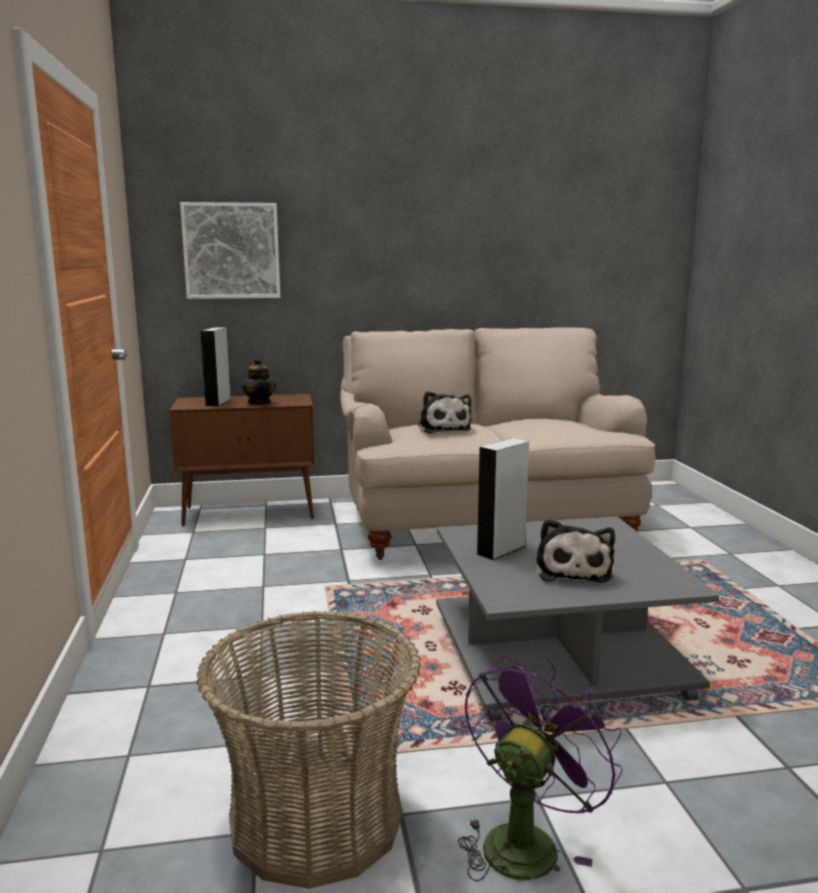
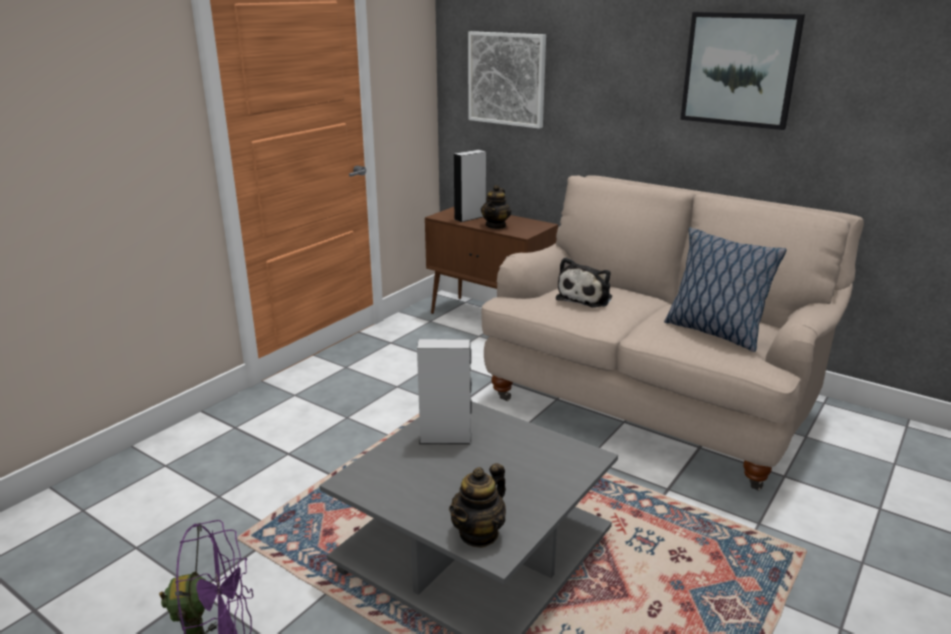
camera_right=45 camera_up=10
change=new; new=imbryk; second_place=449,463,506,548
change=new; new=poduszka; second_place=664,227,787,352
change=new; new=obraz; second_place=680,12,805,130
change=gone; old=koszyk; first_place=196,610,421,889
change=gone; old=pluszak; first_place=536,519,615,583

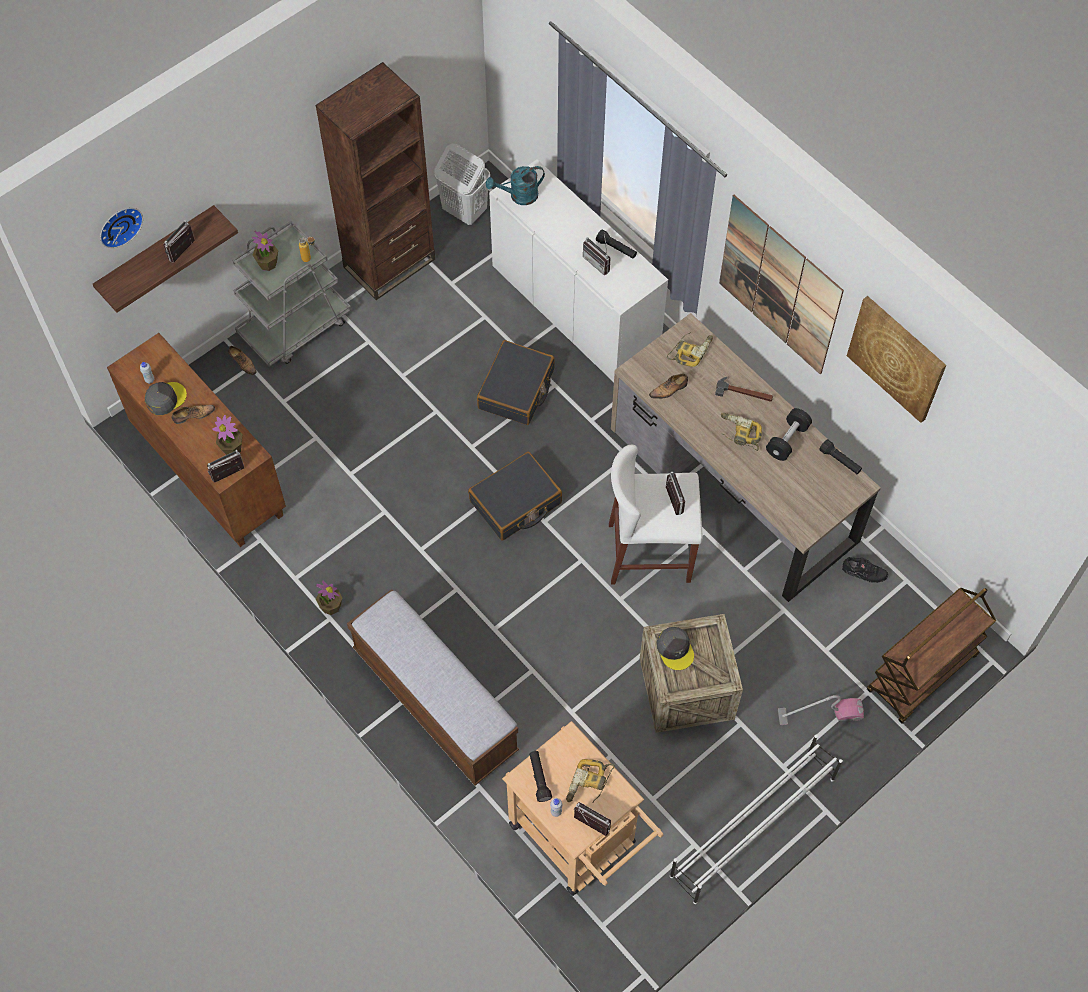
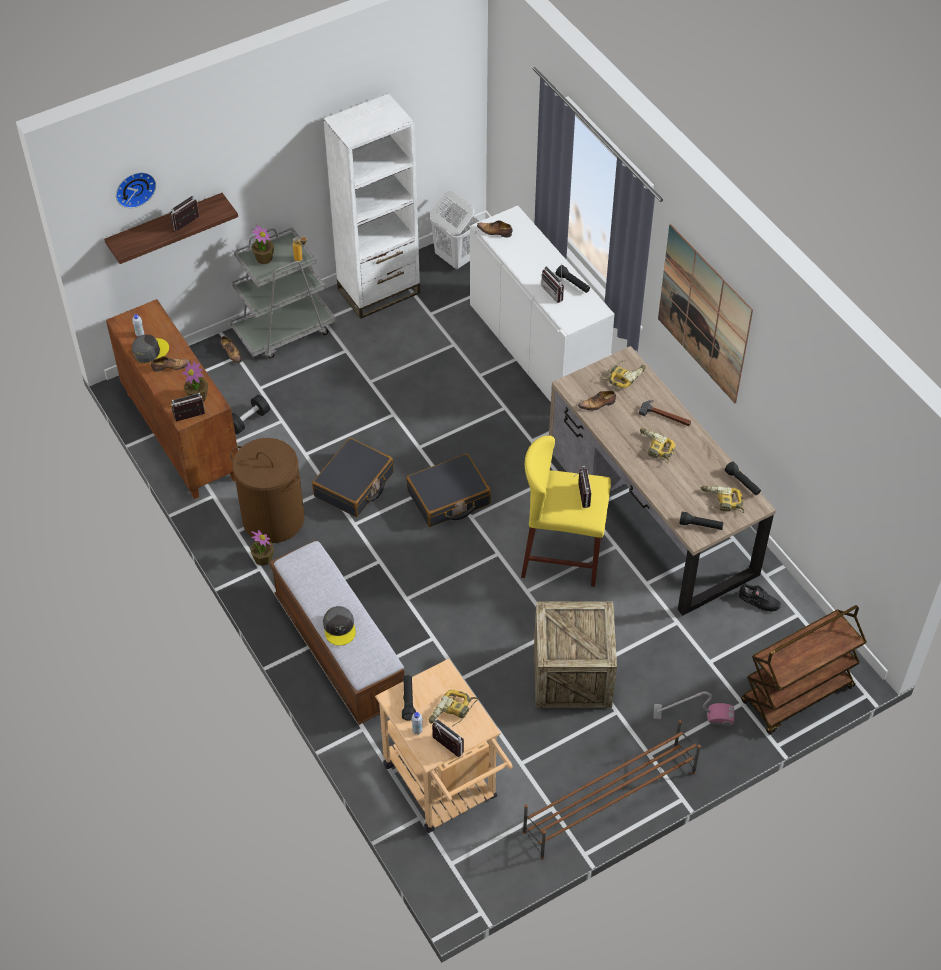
camera_right=10 camera_up=-10
change=new; new=kosz na pranie/brązowy; second_place=230,438,304,543
change=shifted; old=hantel/czarny; first_place=766,408,812,461; second_place=232,395,270,434
change=shifted; old=walizka/czarny; first_place=477,340,555,425; second_place=312,438,394,517
change=repainted; old=regał/brązowy; new=regał/biały; first_place=315,62,435,300; second_place=323,93,420,319
change=shifted; old=czapka z daszkiem/szary; first_place=656,627,694,670; second_place=323,606,356,646
change=swapped; old=konewka/turkusowy; new=but; first_place=486,166,545,205; second_place=477,220,513,237
change=repainted; old=stołek/biały; new=stołek/żółty; first_place=609,445,703,585; second_place=521,435,611,587
change=repainted; old=regał na buty/biały; new=regał na buty/brązowy; first_place=670,734,843,904; second_place=523,720,701,860
change=new; new=latarka/czarny; second_place=679,512,724,530
change=new; new=wiertarka; second_place=701,486,745,513
change=gone; old=obraz; first_place=847,296,946,423

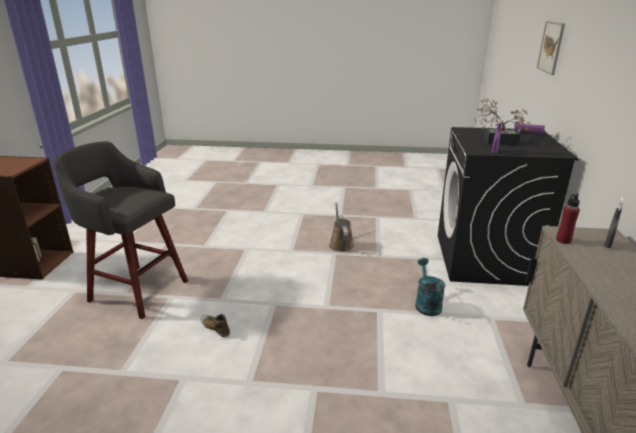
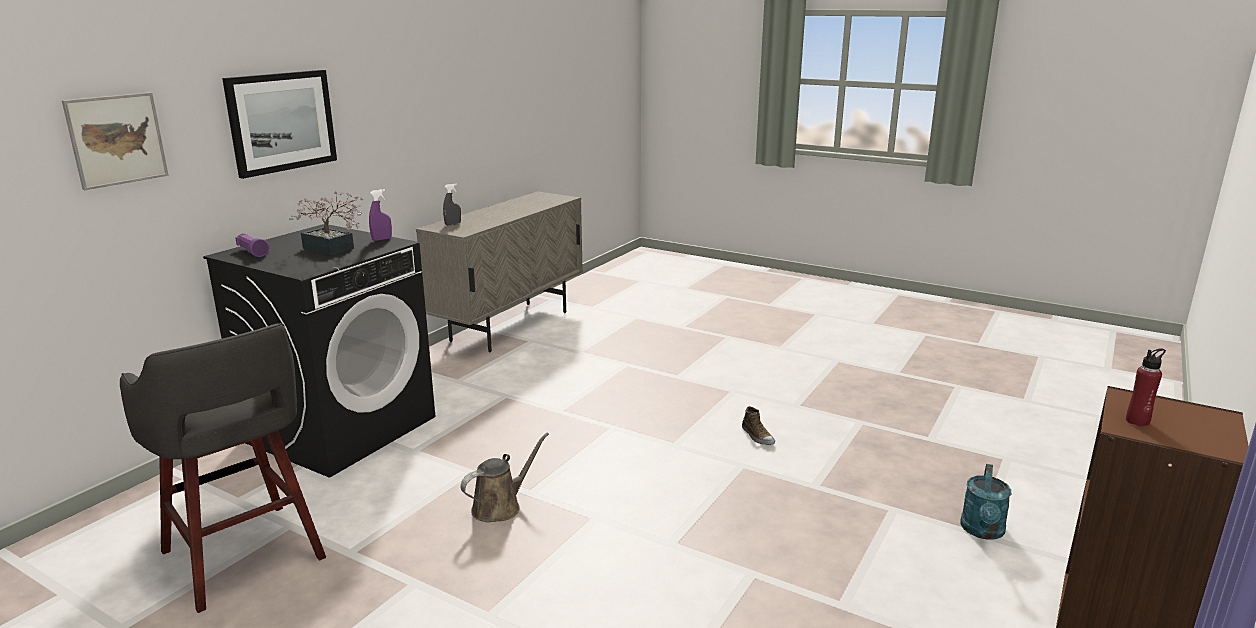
camera_right=-155 camera_up=-5
change=shifted; old=stołek/szary; first_place=54,141,188,319; second_place=120,323,326,613
change=new; new=obraz; second_place=222,70,337,179
change=rotated; old=konewka/brązowy; first_place=329,202,354,252; second_place=460,433,549,522; degrees=-150
change=shifted; old=konewka/turkusowy; first_place=415,258,445,316; second_place=960,464,1011,539
change=shifted; old=butelka/czerwony; first_place=556,193,580,244; second_place=1126,348,1166,427

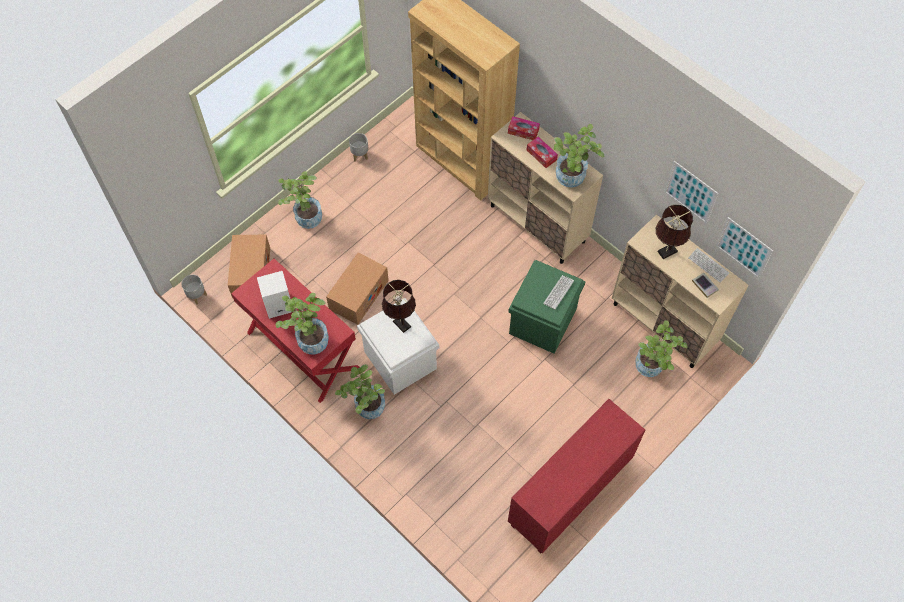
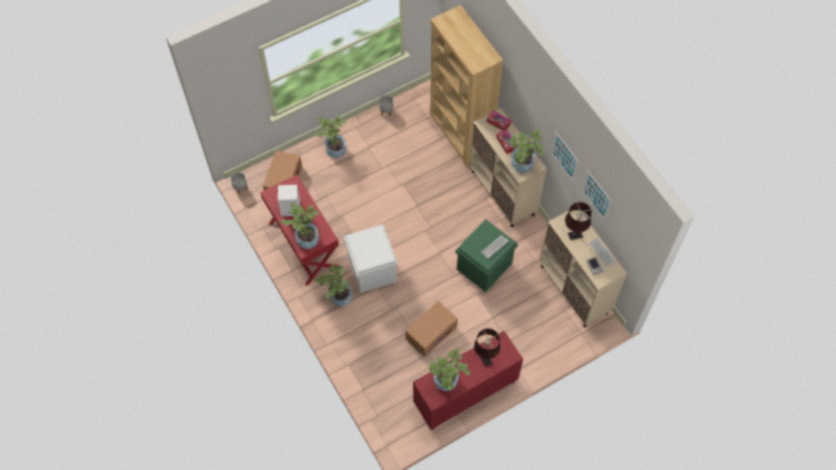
camera_right=15 camera_up=0
change=shifted; old=karton; first_place=326,253,389,325; second_place=405,301,458,357
change=shifted; old=roślina doniczkowa; first_place=636,320,688,377; second_place=429,348,470,391
change=shifted; old=lampa stołowa/brązowy; first_place=382,280,416,333; second_place=474,328,501,367
change=shifted; old=obraz; first_place=716,217,773,279; second_place=551,132,579,182

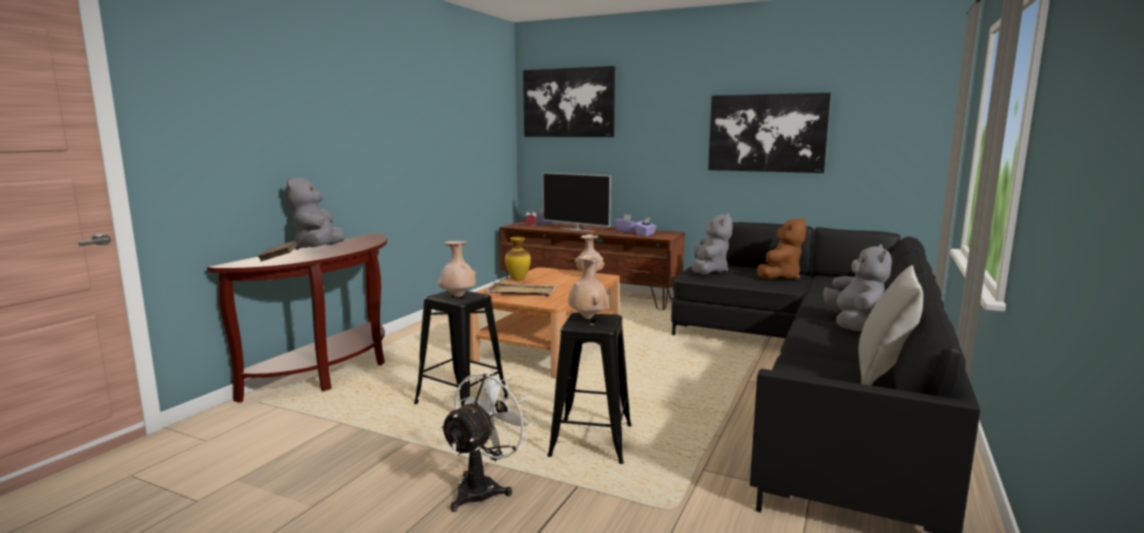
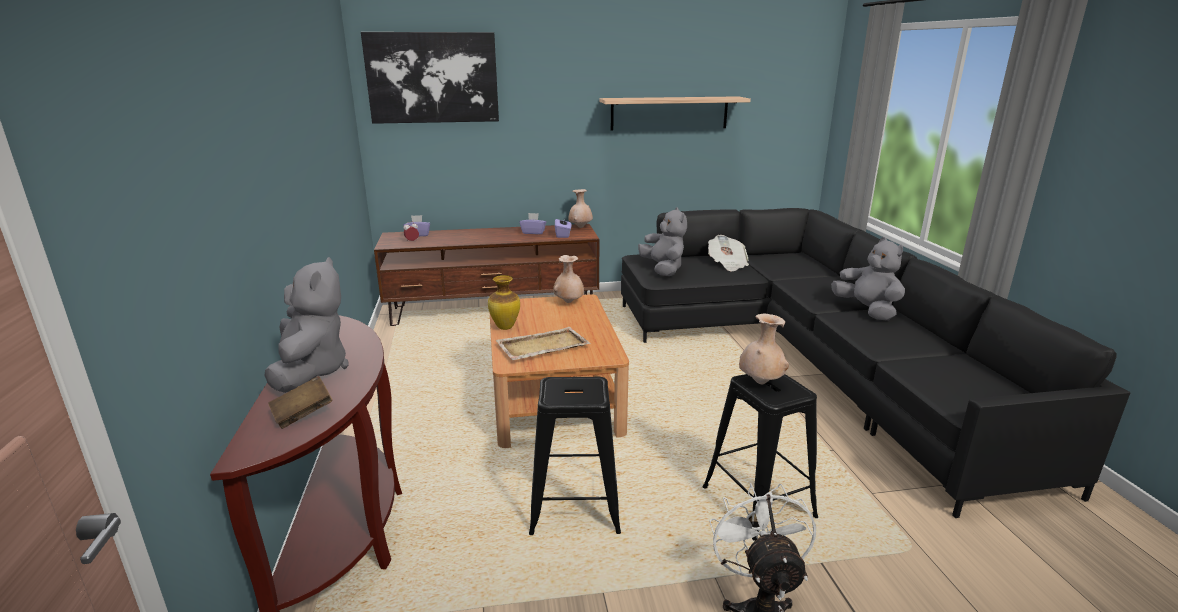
camera_right=-35 camera_up=10
change=rotated; old=pluszak/szary; first_place=286,178,345,250; second_place=265,257,349,393; degrees=-150
change=shifted; old=wazon/beżowy; first_place=438,241,476,297; second_place=568,189,593,228
change=swapped; old=obraz; new=półka; first_place=708,93,831,173; second_place=599,96,751,131
change=swapped; old=pluszak/brązowy; new=gazeta; first_place=757,218,806,280; second_place=708,235,749,271
change=gone; old=telewizor; first_place=543,172,611,232
change=gone; old=poduszka/szary; first_place=858,265,923,386

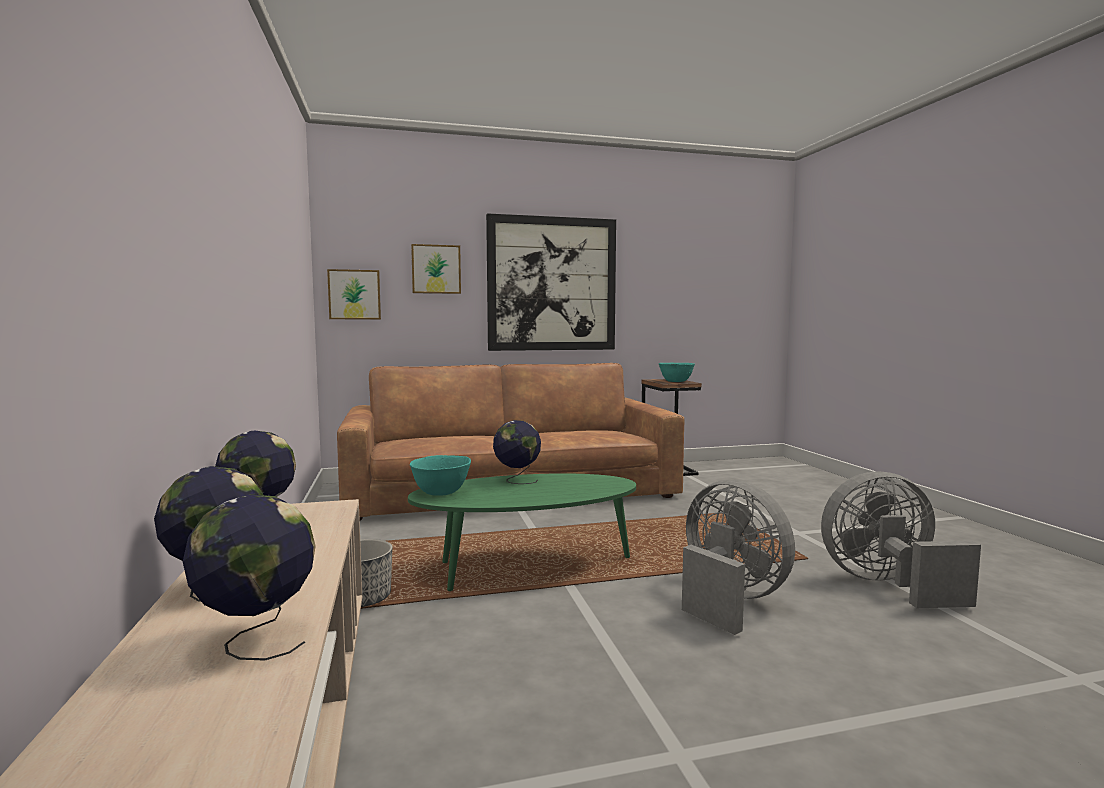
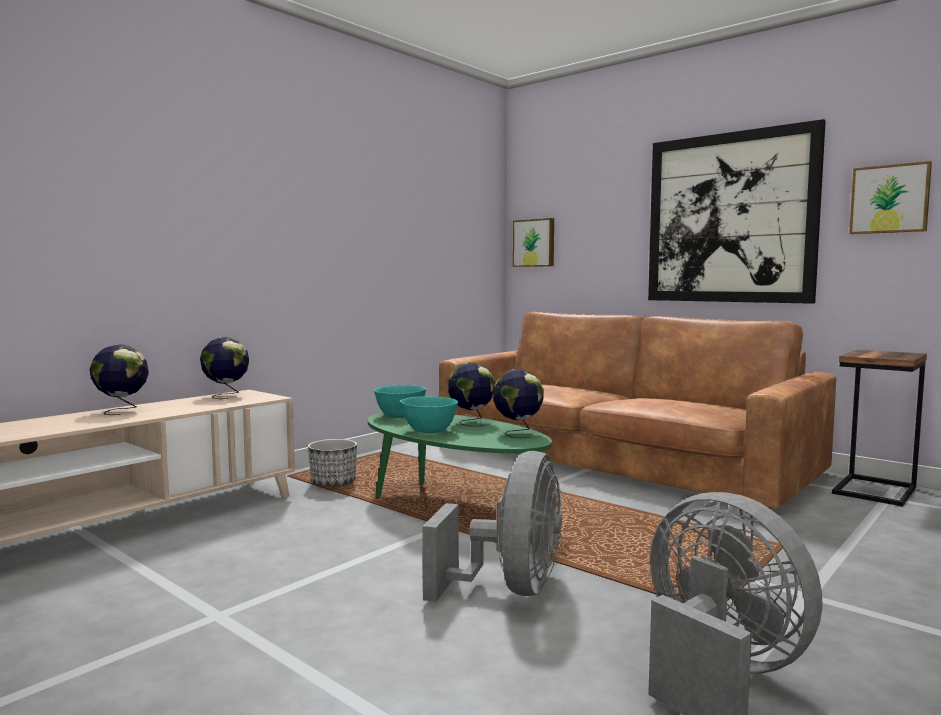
camera_right=55 camera_up=0
change=shifted; old=miska/turkusowy; first_place=659,363,695,382; second_place=399,396,458,433
change=shifted; old=globus; first_place=183,494,316,661; second_place=493,369,543,438
change=shifted; old=obraz; first_place=411,244,461,294; second_place=849,161,932,234

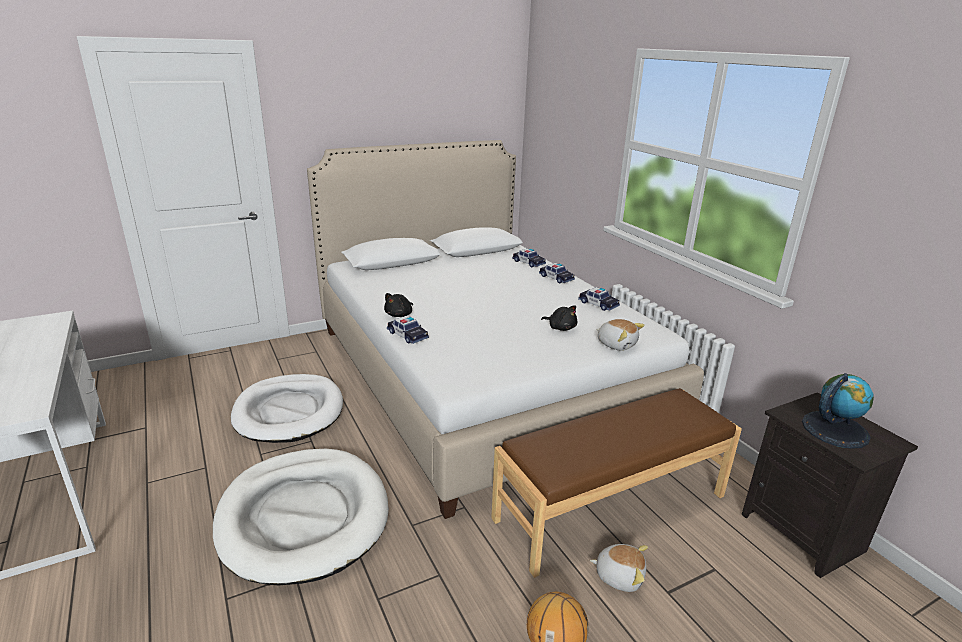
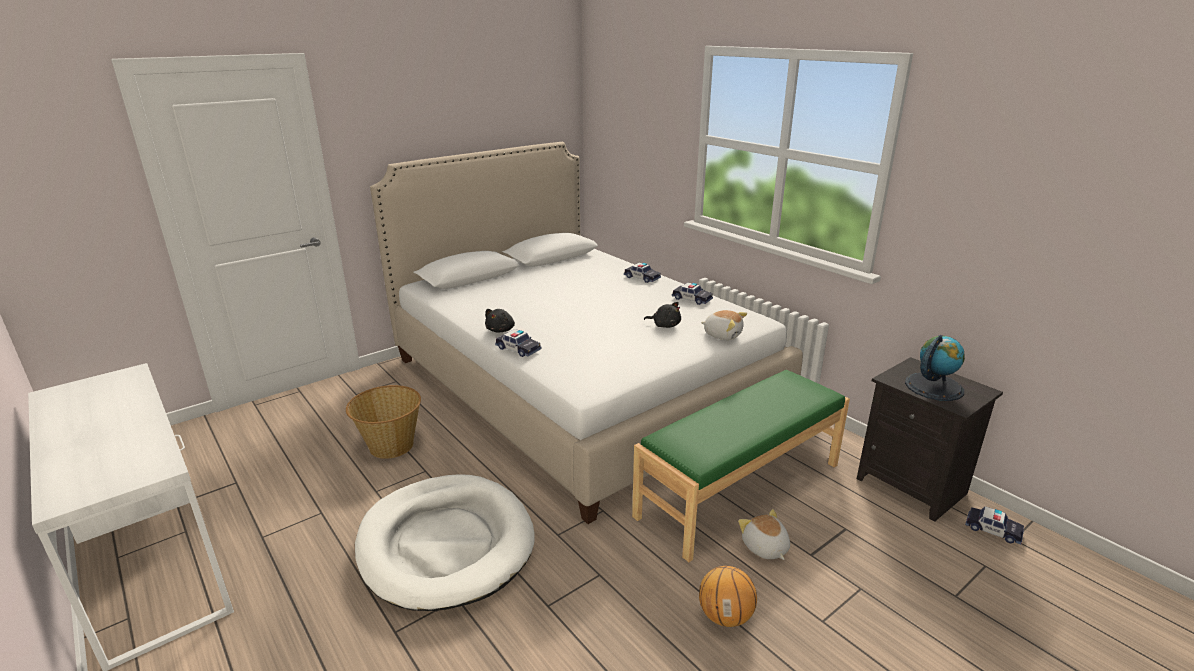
camera_right=-10 camera_up=0
change=swapped; old=legowisko/biały; new=koszyk; first_place=231,374,343,443; second_place=346,385,421,459
change=repainted; old=ławka/brązowy; new=ławka/zielony; first_place=491,388,742,578; second_place=632,370,850,562
change=rotated; old=pluszak; first_place=590,544,648,592; second_place=738,509,790,560; degrees=-120
change=shifted; old=samochodzik; first_place=512,248,546,267; second_place=965,506,1024,544

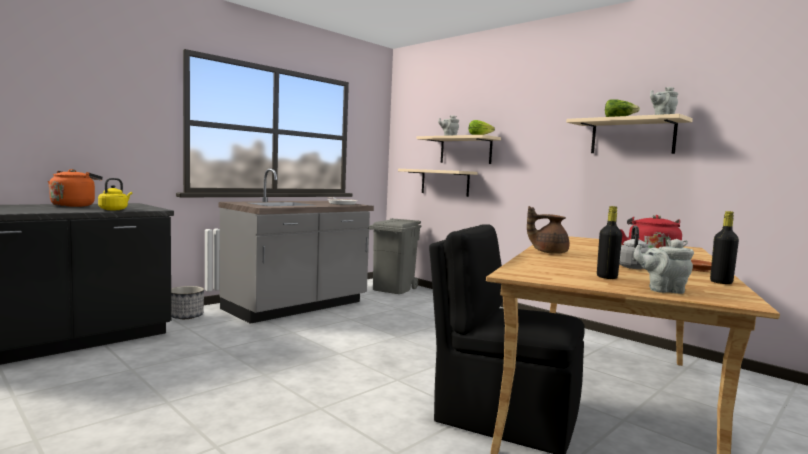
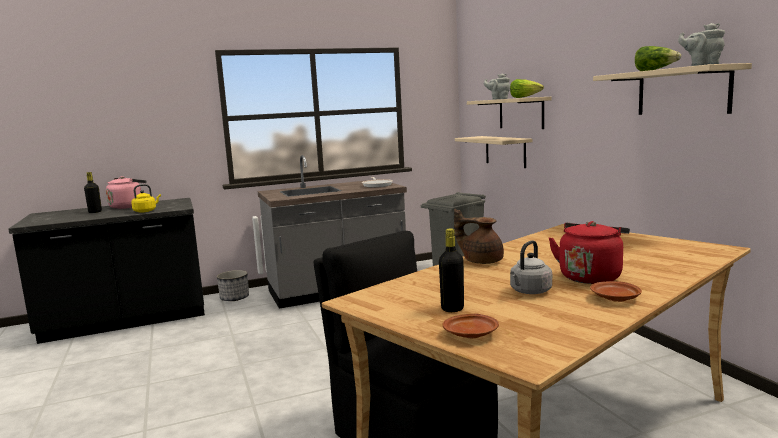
camera_right=25 camera_up=5
change=shifted; old=butelka/czarny; first_place=710,211,739,284; second_place=84,172,102,213
change=repainted; old=czajnik/pomarańczowy; new=czajnik/różowy; first_place=48,169,103,207; second_place=106,176,146,209
change=swapped; old=imbryk/szary; new=talerz/brązowy; first_place=634,239,694,294; second_place=443,314,499,338

